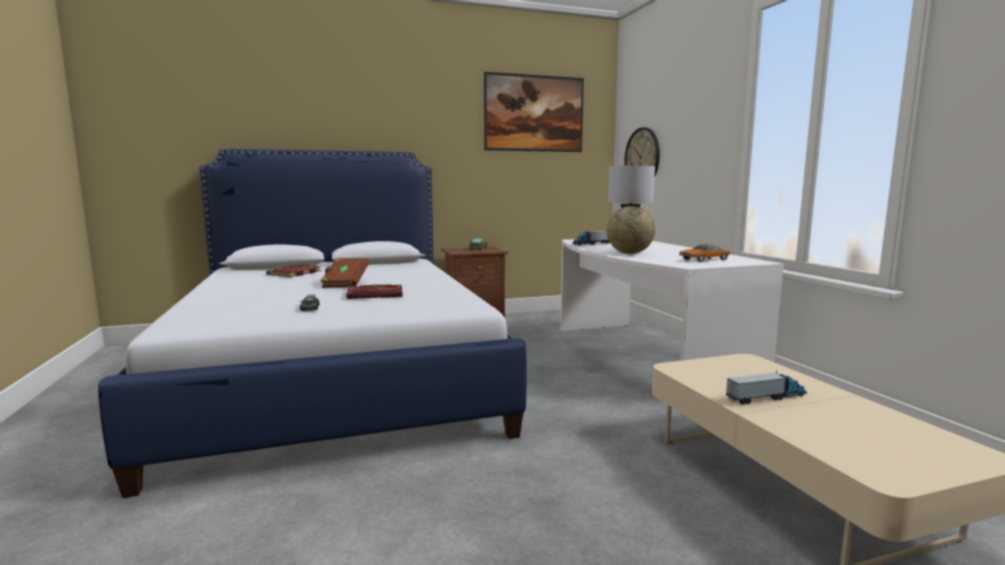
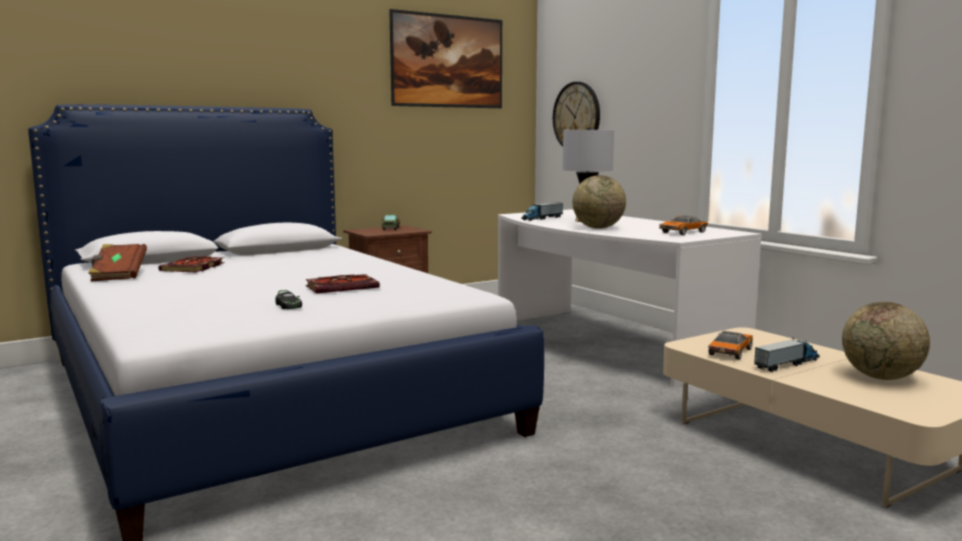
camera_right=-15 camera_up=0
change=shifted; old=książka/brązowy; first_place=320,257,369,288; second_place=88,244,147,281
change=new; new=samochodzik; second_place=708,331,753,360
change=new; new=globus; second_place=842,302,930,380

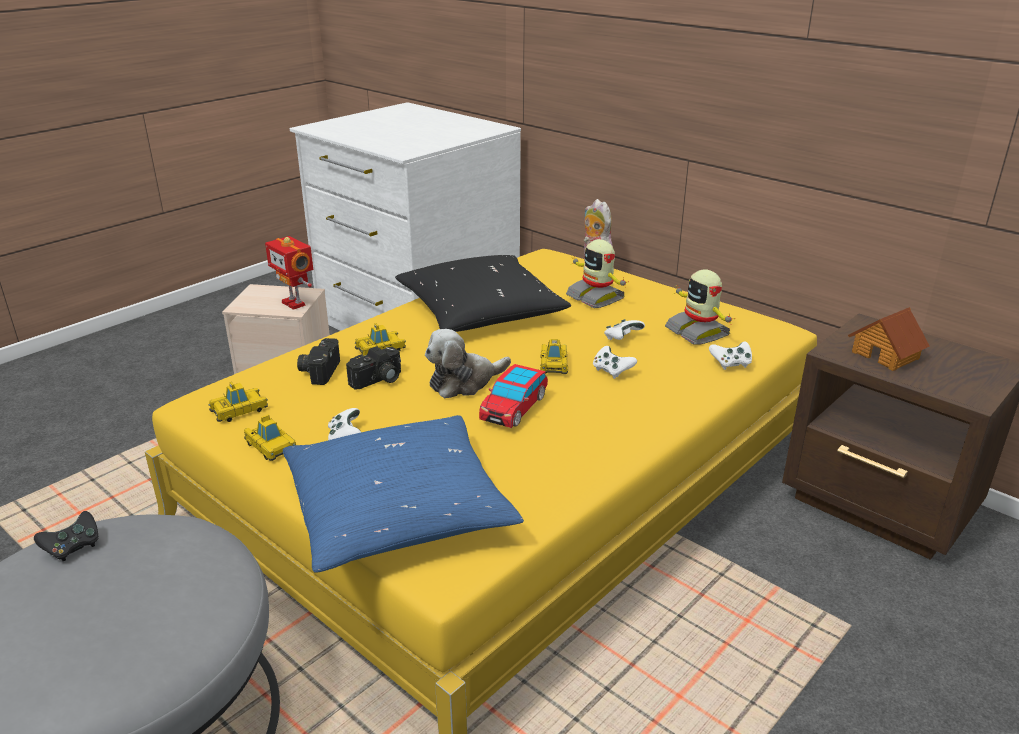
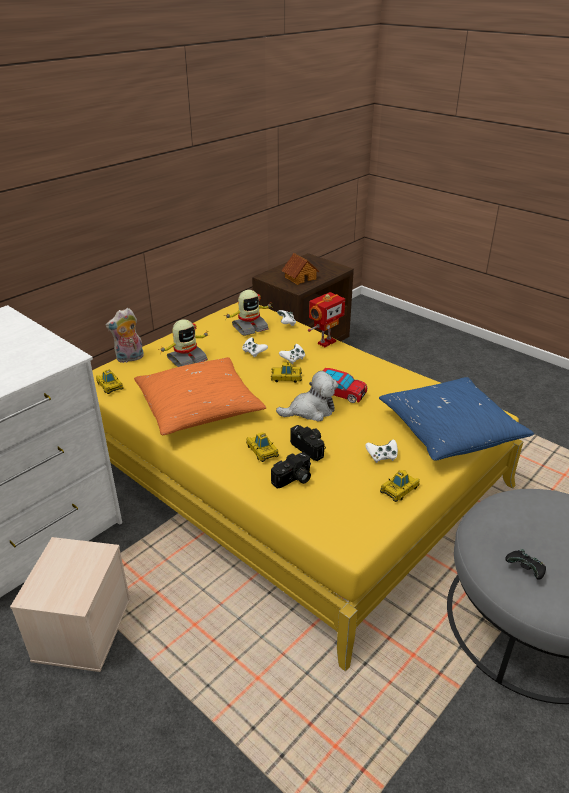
camera_right=-90 camera_up=5
change=shifted; old=samochodzik; first_place=209,382,268,422; second_place=96,369,123,394
change=repainted; old=poduszka/czarny; new=poduszka/pomarańczowy; first_place=395,255,571,332; second_place=134,357,266,435
change=rotated; old=aparat fotograficzny; first_place=297,338,340,385; second_place=271,452,311,488; degrees=-45
change=rotated; old=pluszak; first_place=425,329,511,398; second_place=276,371,338,422; degrees=-75
change=shifted; old=robot zabawkowy; first_place=265,236,313,310; second_place=308,292,345,347

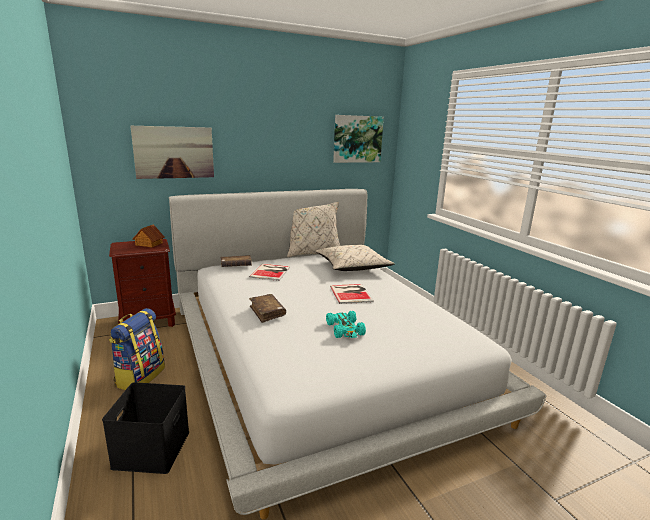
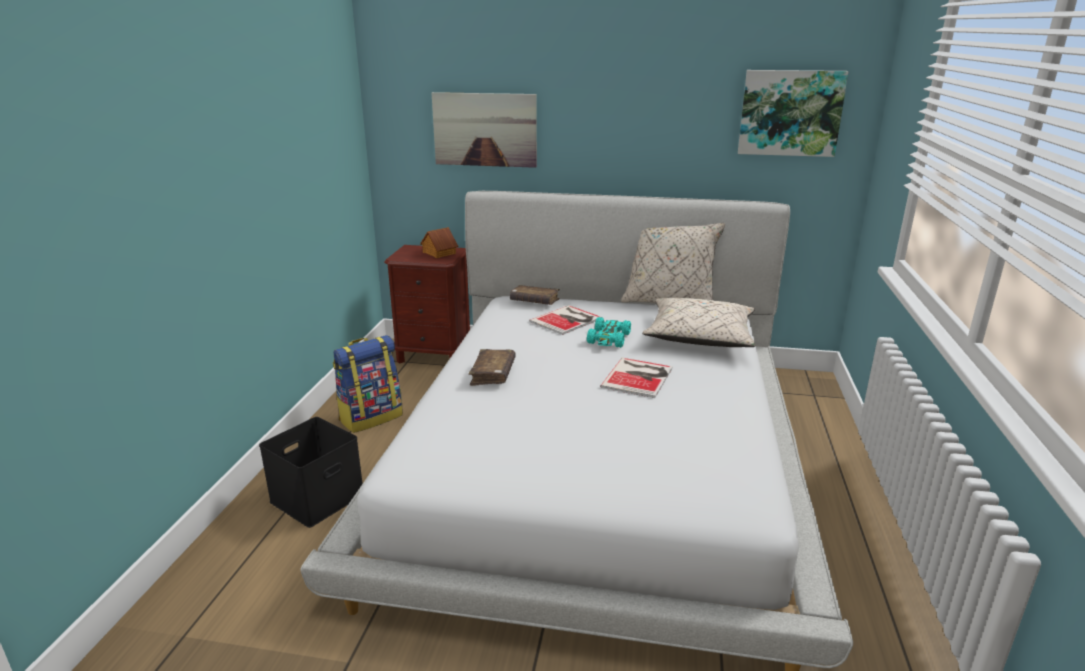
camera_right=35 camera_up=5
change=shifted; old=samochodzik/turkusowy; first_place=326,311,366,338; second_place=587,317,631,347

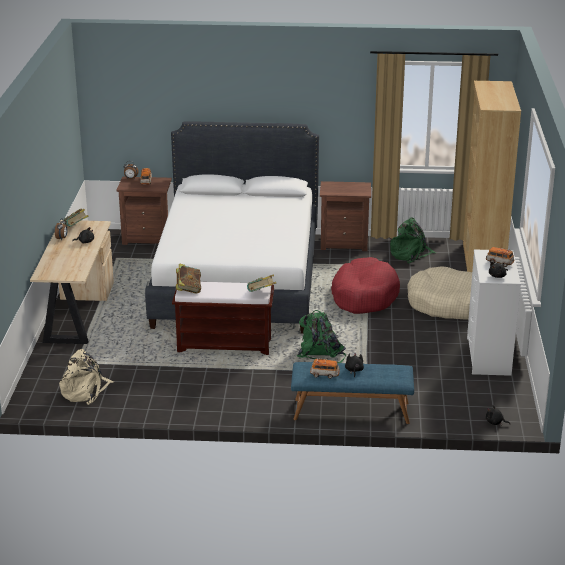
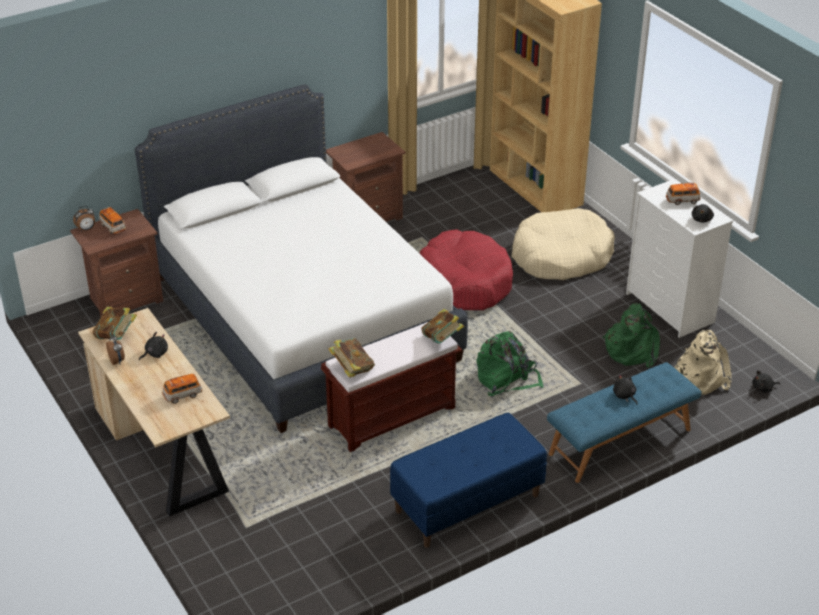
camera_right=-35 camera_up=10
change=shifted; old=samochodzik; first_place=310,358,340,379; second_place=162,374,202,404
change=new; new=ławka/niebieski; second_place=390,413,547,548
change=shifted; old=plecak/zielony; first_place=390,217,436,264; second_place=602,303,660,368
change=shifted; old=plecak/beżowy; first_place=59,349,114,405; second_place=674,330,732,395

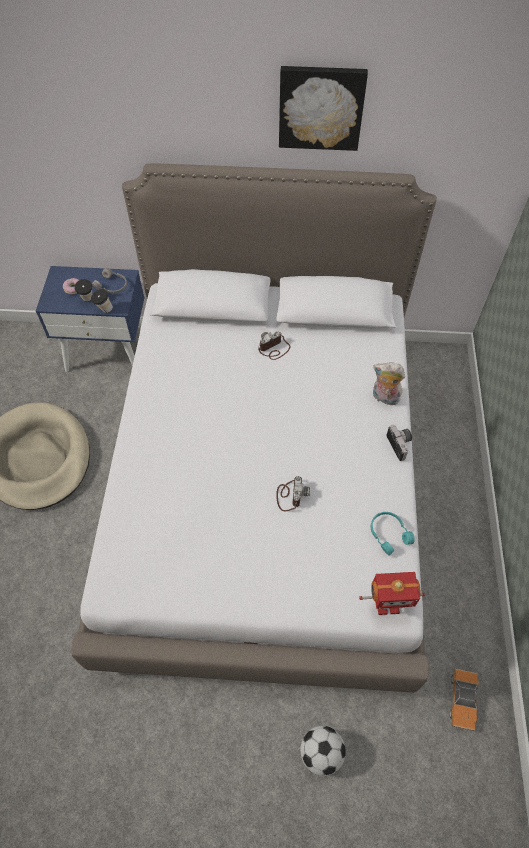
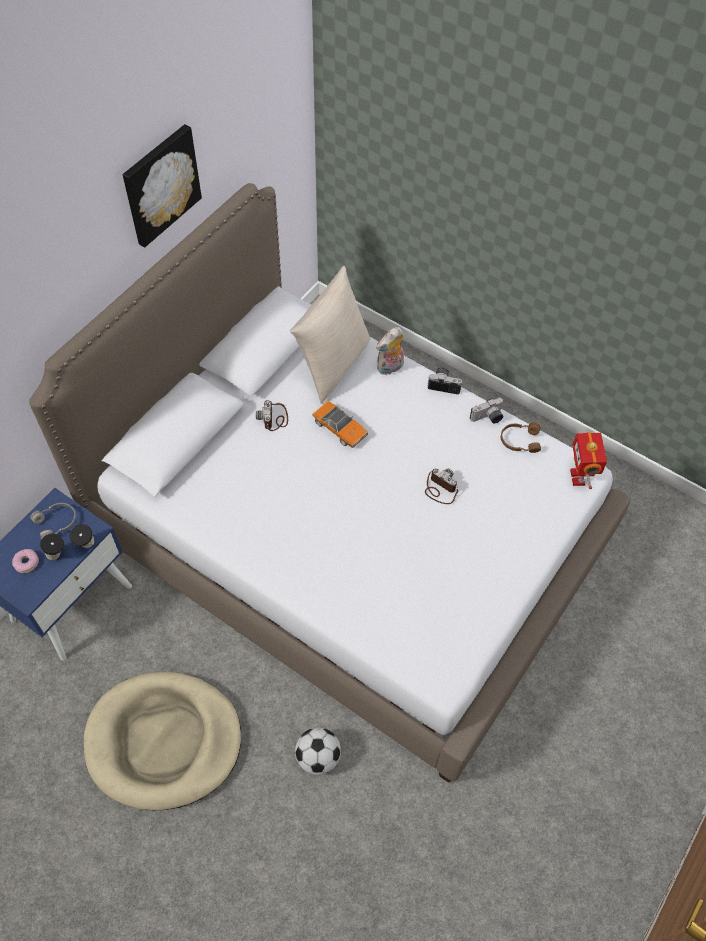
camera_right=-60 camera_up=0
change=new; new=poduszka/beżowy; second_place=290,266,371,404
change=shifted; old=piłka futbolowa; first_place=300,726,346,776; second_place=295,728,341,775
change=shifted; old=samochodzik; first_place=449,669,479,731; second_place=312,401,368,448
change=new; new=aparat fotograficzny; second_place=470,398,503,423
change=repainted; old=słuchawki/turkusowy; new=słuchawki/brązowy; first_place=371,512,415,555; second_place=501,422,541,453
change=rotated; old=robot zabawkowy; first_place=359,572,425,615; second_place=570,432,607,489; degrees=150

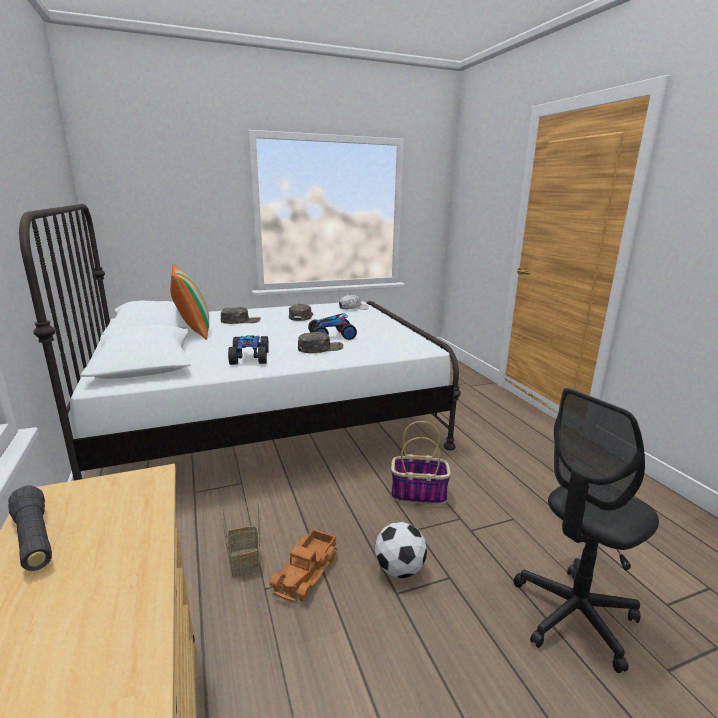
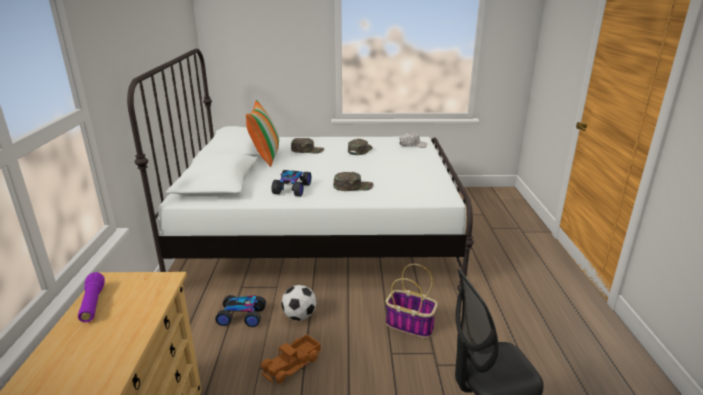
camera_right=20 camera_up=5
change=repainted; old=latarka/czarny; new=latarka/fioletowy; first_place=8,485,52,571; second_place=78,272,105,322
change=shifted; old=samochodzik; first_place=308,313,357,340; second_place=215,295,266,327
change=shifted; old=piłka futbolowa; first_place=374,522,427,578; second_place=281,285,317,321
change=gone; old=koszyk; first_place=222,502,260,577

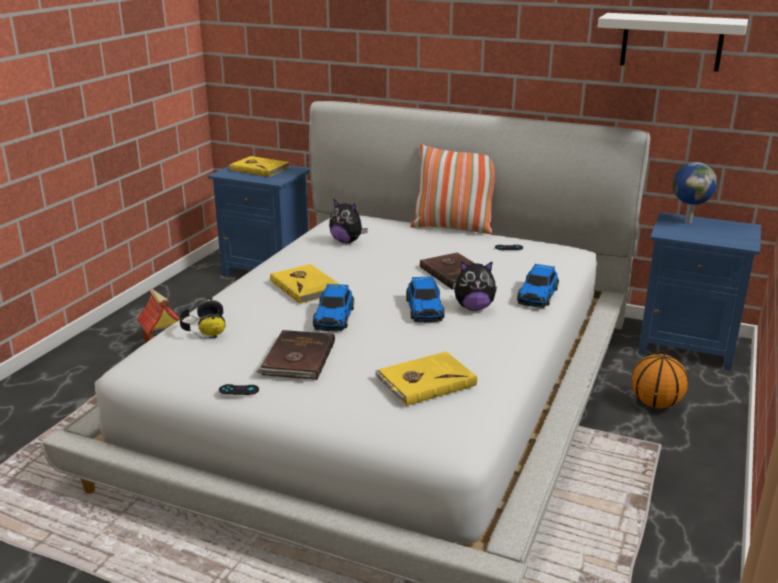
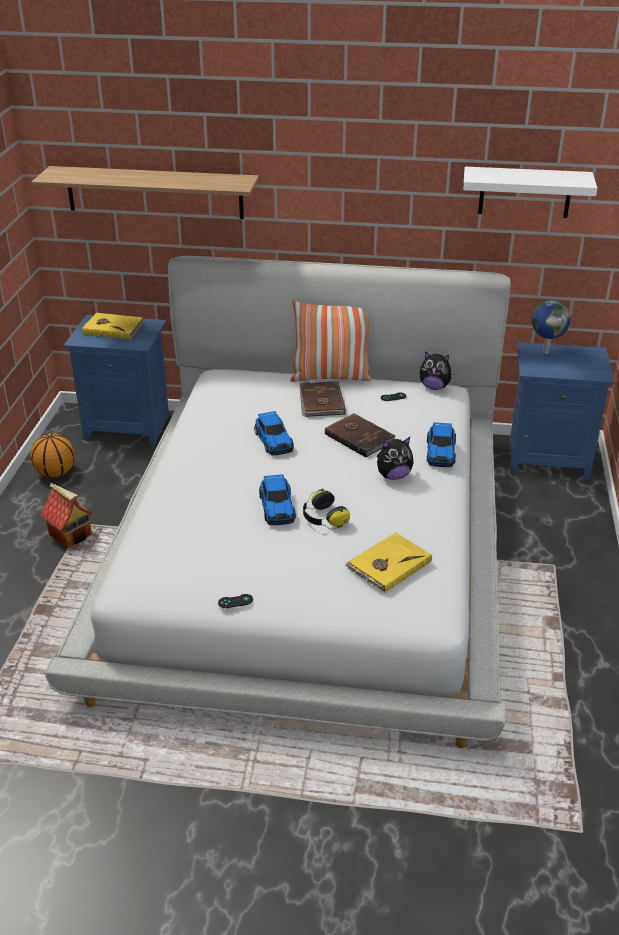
camera_right=-15 camera_up=10
change=shifted; old=piłka do koszykówki; first_place=632,354,688,409; second_place=30,434,75,477
change=new; new=półka; second_place=32,166,259,219
change=shifted; old=samochodzik; first_place=406,277,445,322; second_place=254,411,294,456
change=shifted; old=książka/brązowy; first_place=256,330,335,380; second_place=299,381,346,417
change=shifted; old=słuchawki; first_place=179,298,225,339; second_place=303,489,350,530
change=shifted; old=pluszak; first_place=329,200,368,243; second_place=419,351,455,390
change=gone; old=książka/żółty; first_place=270,264,341,304

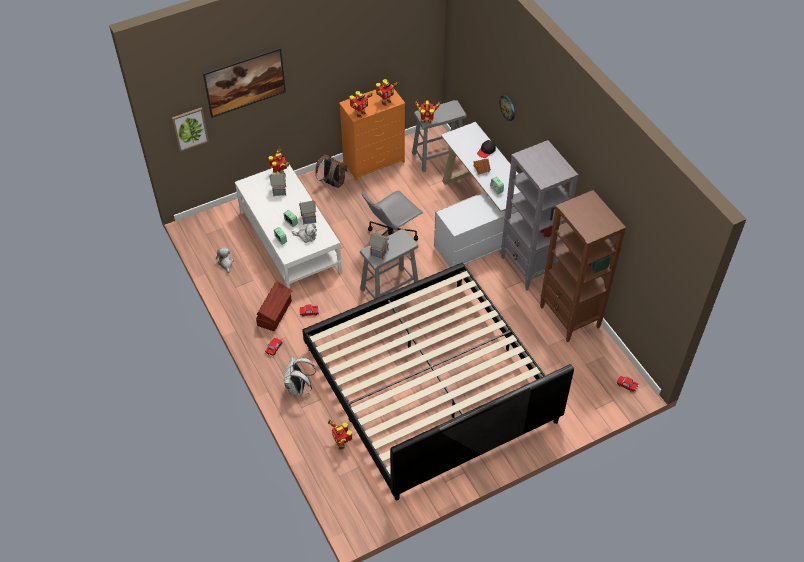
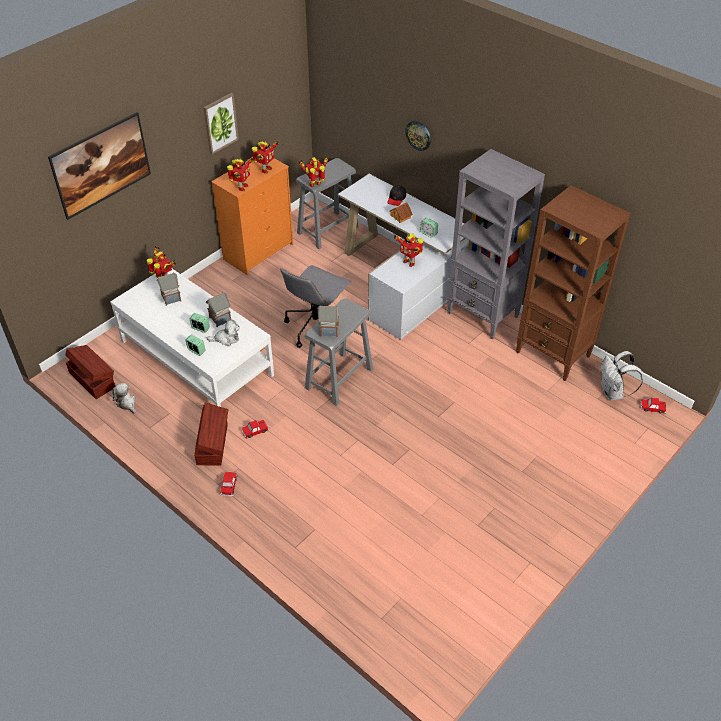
camera_right=-20 camera_up=-5
change=new; new=pojemnik do przechowywania/brązowy; second_place=65,345,115,399
change=shifted; old=obraz; first_place=172,107,209,152; second_place=203,93,239,155
change=shifted; old=robot zabawkowy; first_place=328,419,353,449; second_place=394,234,423,267
change=shifted; old=plecak/biały; first_place=284,356,316,396; second_place=601,351,643,400
change=gone; old=łóżko; first_place=302,263,574,500
change=gone; old=plecak/brązowy; first_place=315,154,348,188

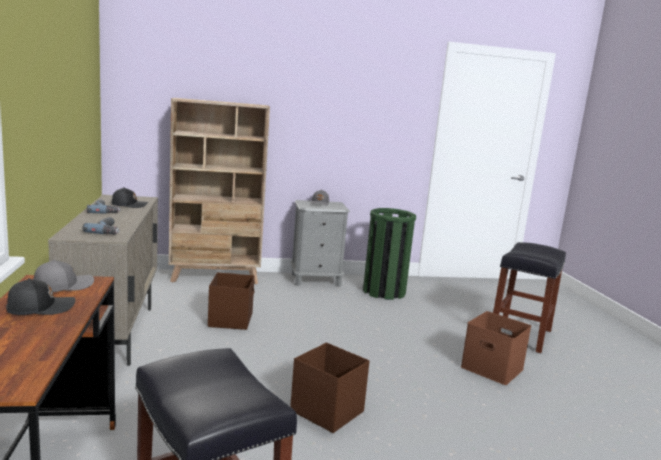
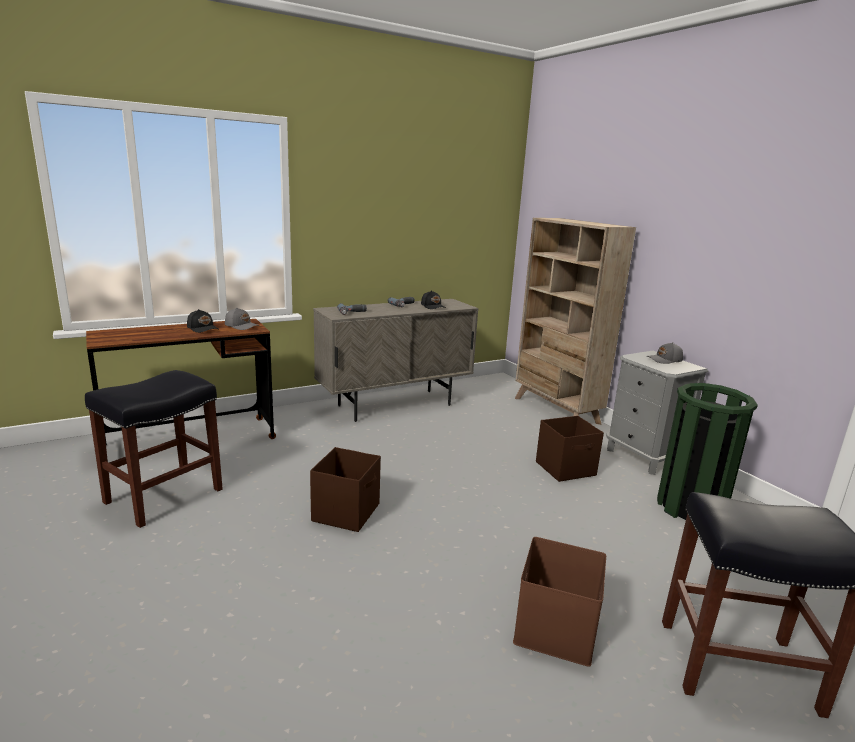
camera_right=70 camera_up=5
change=shifted; old=pojemnik do przechowywania/brązowy; first_place=208,272,255,330; second_place=536,416,604,482

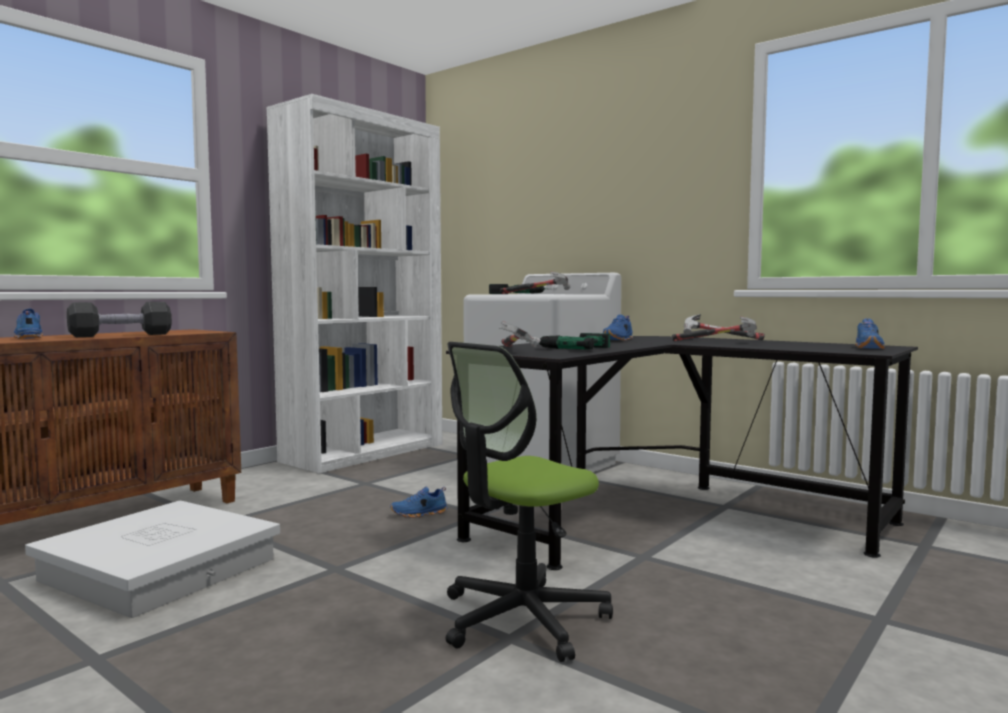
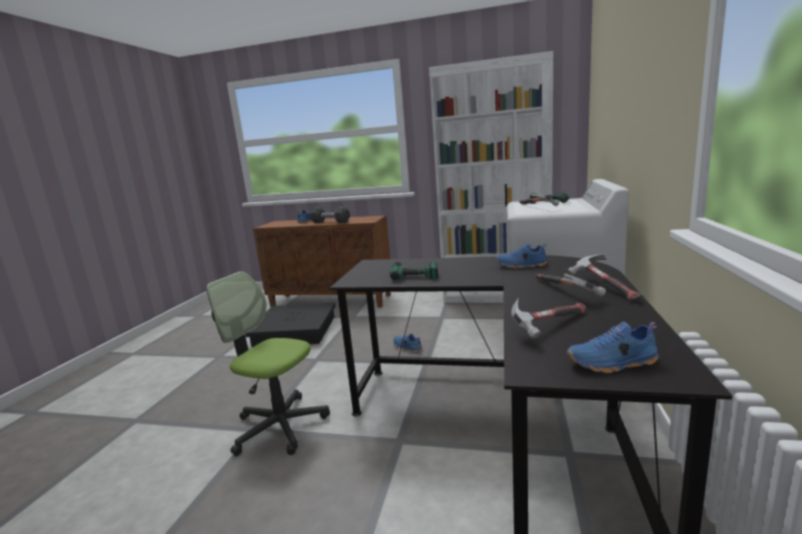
camera_right=65 camera_up=10
change=repainted; old=pojemnik do przechowywania/biały; new=pojemnik do przechowywania/czarny; first_place=25,501,280,618; second_place=246,302,336,347
change=shifted; old=młotek; first_place=499,321,541,348; second_place=511,298,587,339

